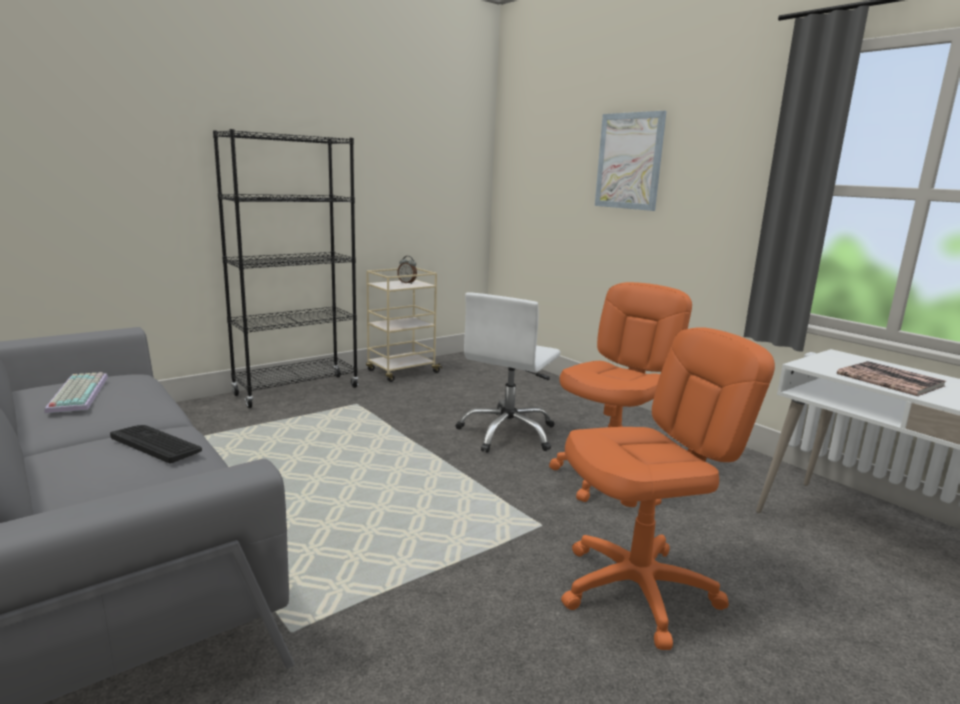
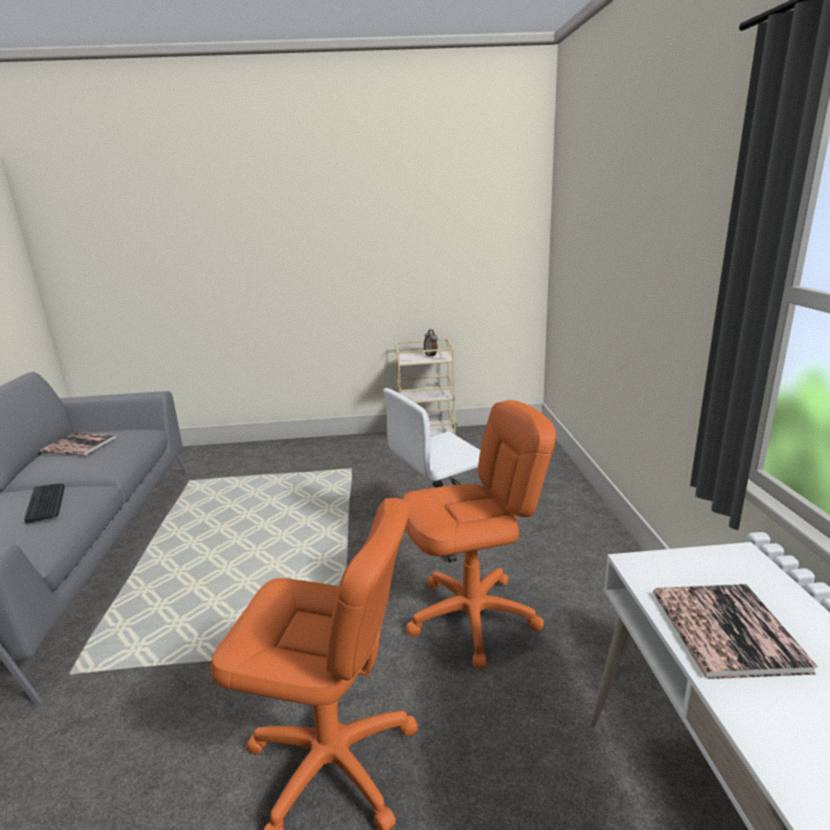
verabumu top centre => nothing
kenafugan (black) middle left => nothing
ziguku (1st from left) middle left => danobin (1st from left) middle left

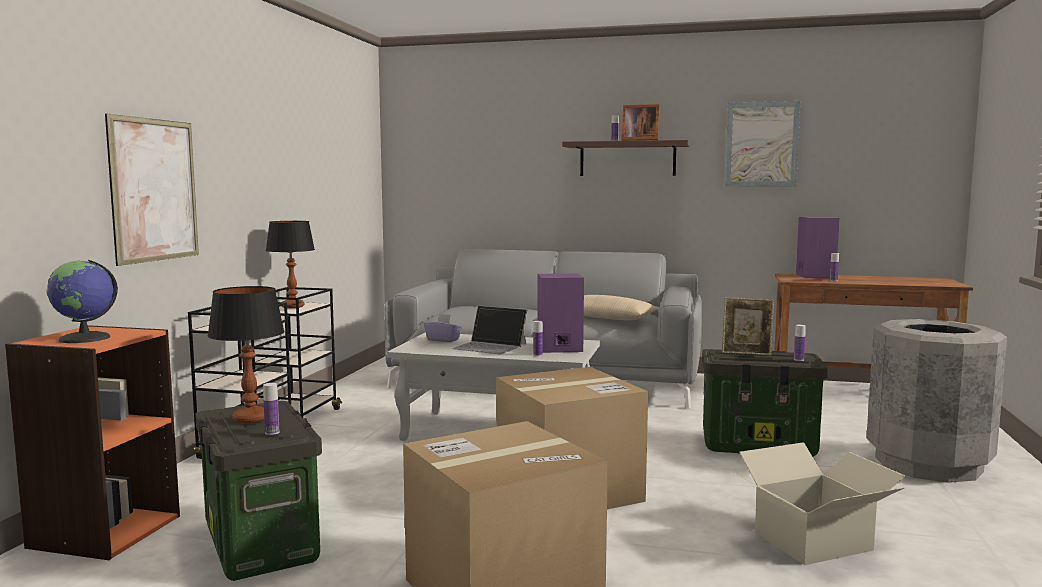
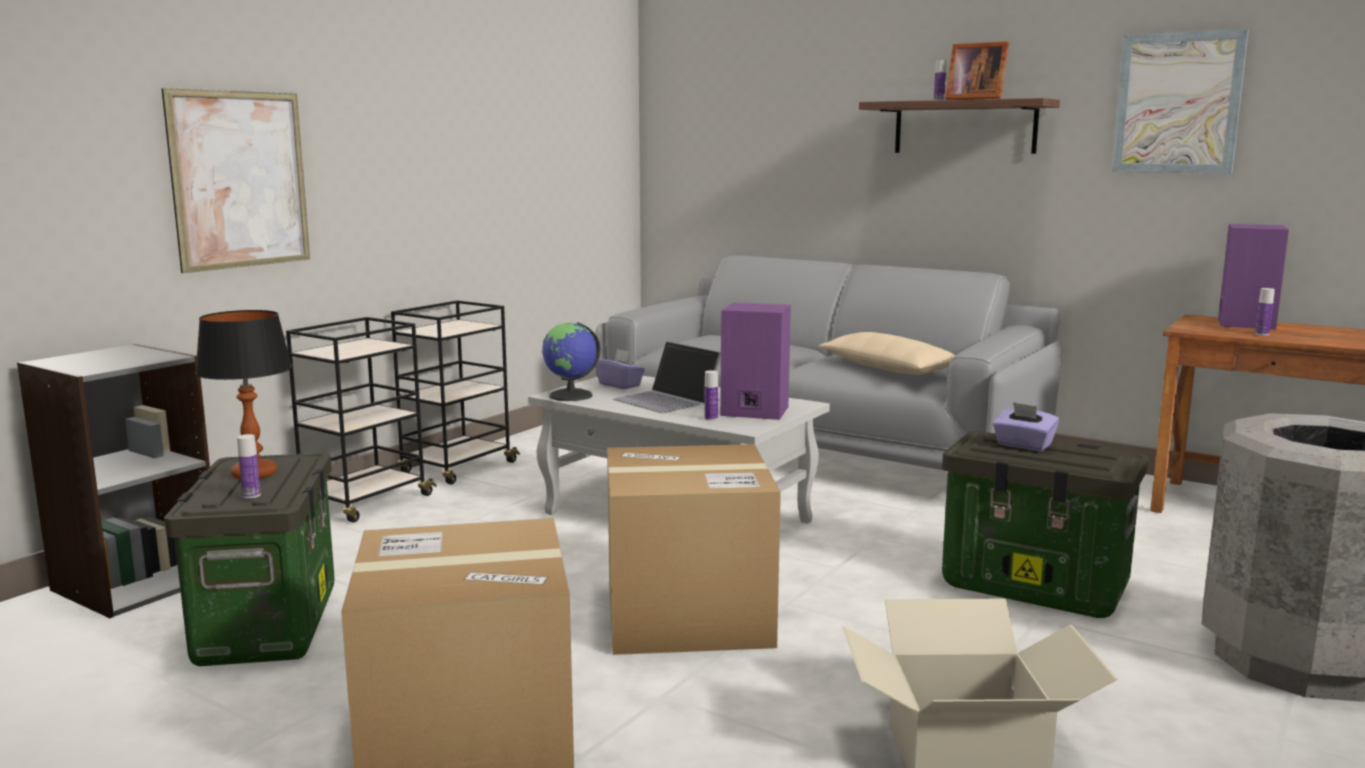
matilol (2nd from left) middle left => nothing
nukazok middle left => nukazok centre, moved
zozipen (2nd from left) middle right => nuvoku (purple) (2nd from left) middle right
kenafugan (orange) bottom left => kenafugan (grey) middle left
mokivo (4th from left) middle right => nothing

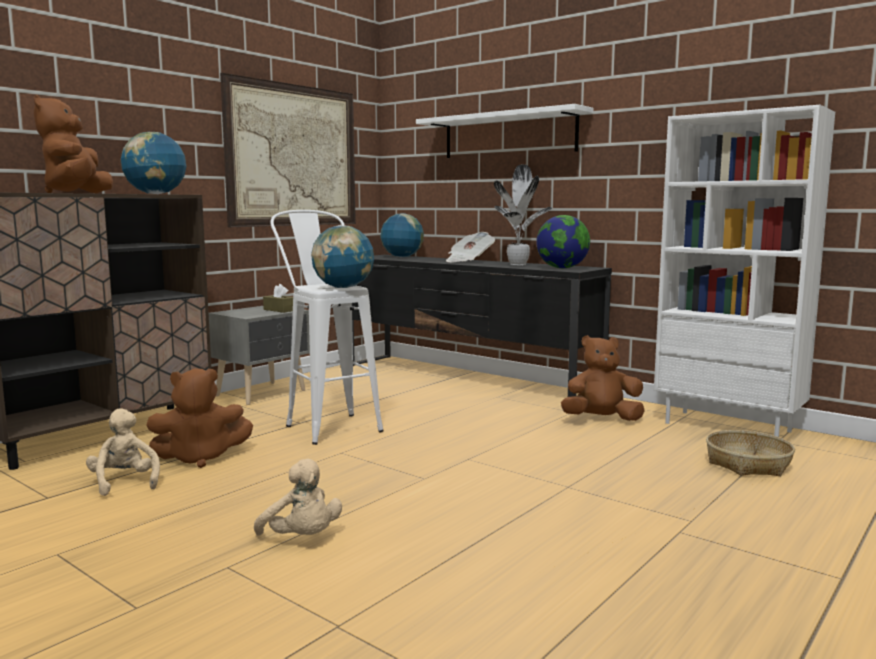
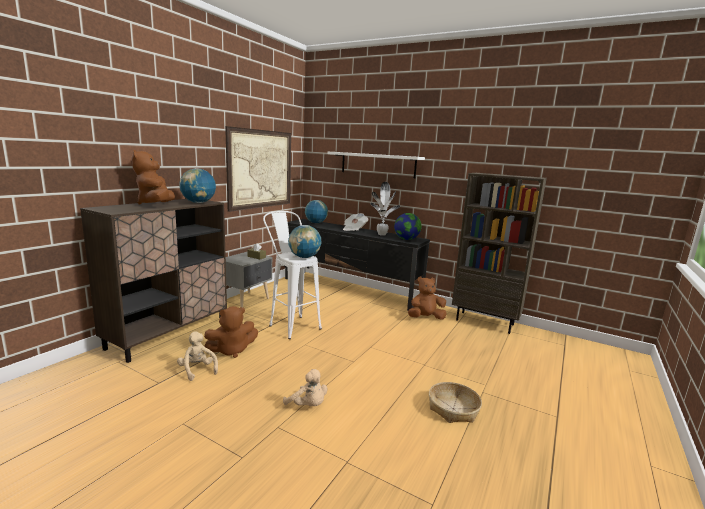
kenafugan (white) middle right => kenafugan (brown) middle right
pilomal bottom right => pilomal bottom centre, moved

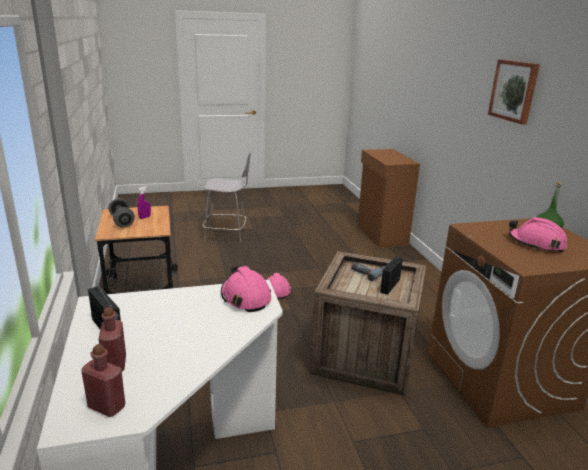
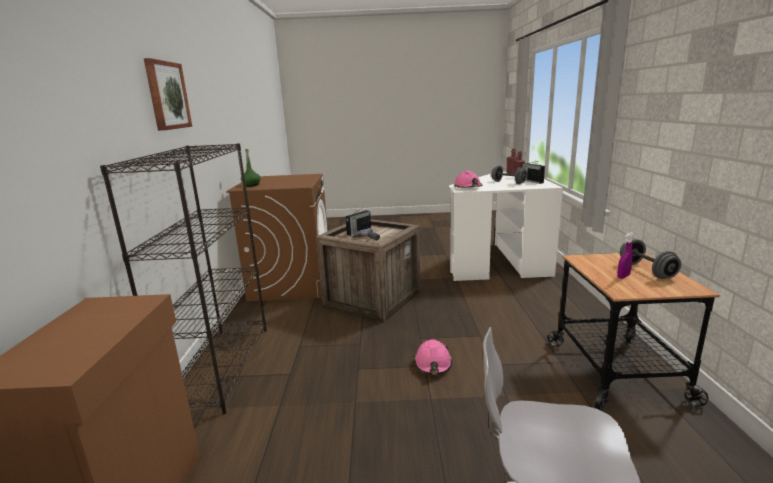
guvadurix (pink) (3rd from left) middle right => nothing
nothing => kenafugan (black) middle left
nothing => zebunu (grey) (1st from left) centre

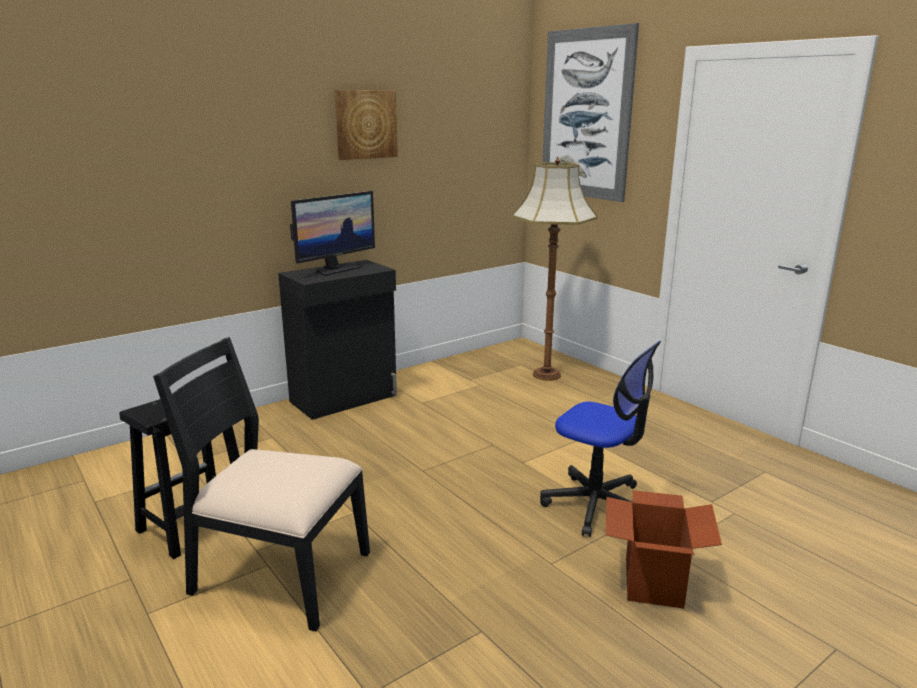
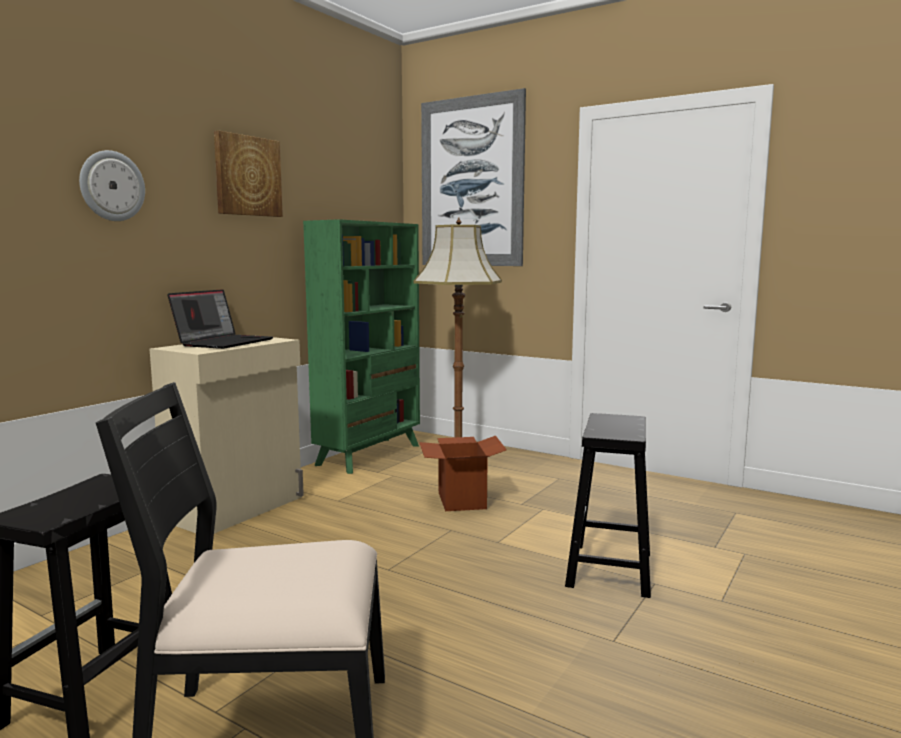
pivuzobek centre => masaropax middle left
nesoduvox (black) centre => nesoduvox (beige) middle left
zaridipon centre => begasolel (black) (2nd from left) bottom right
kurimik bottom right => kurimik centre, moved
nothing => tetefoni top left
nothing => kenafugan (green) centre

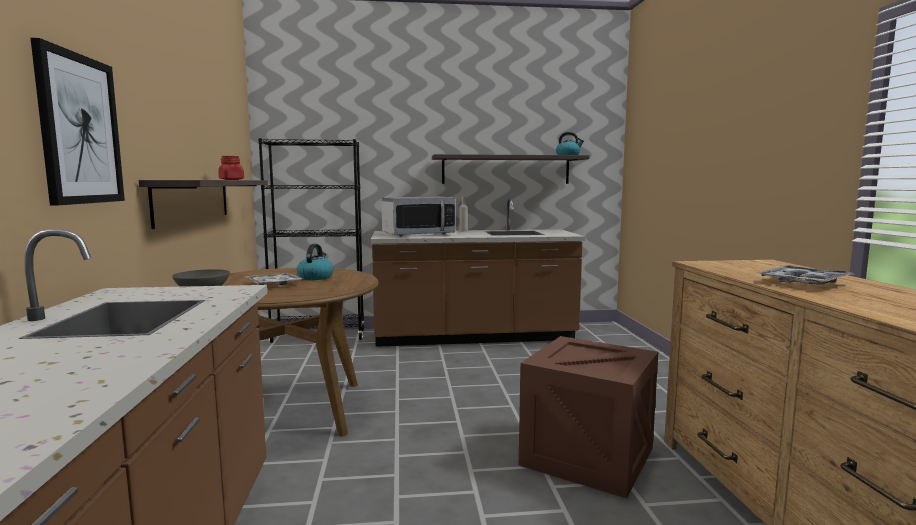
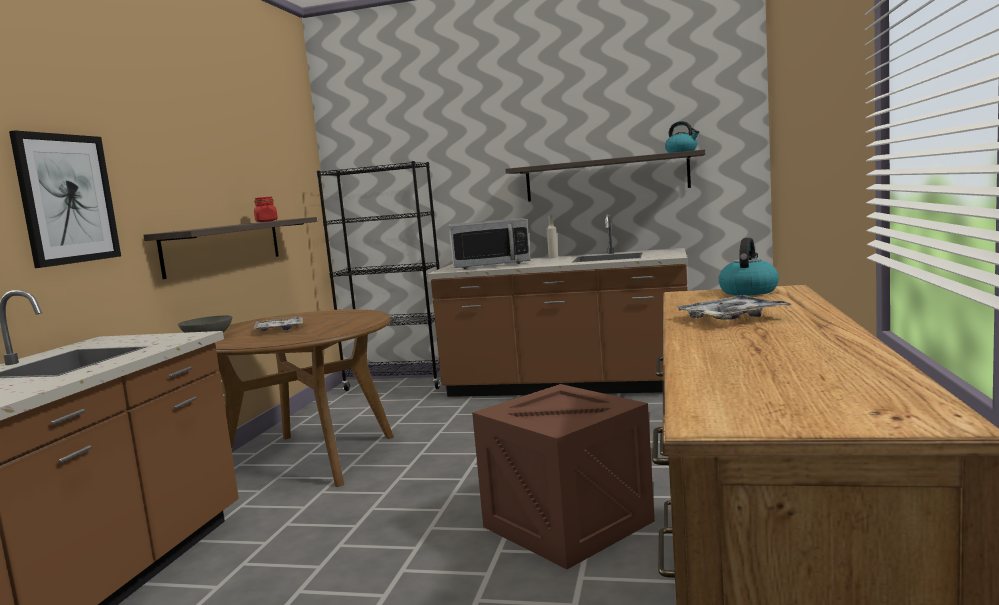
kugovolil (1st from left in the first image) centre => kugovolil (2nd from left) middle right, moved

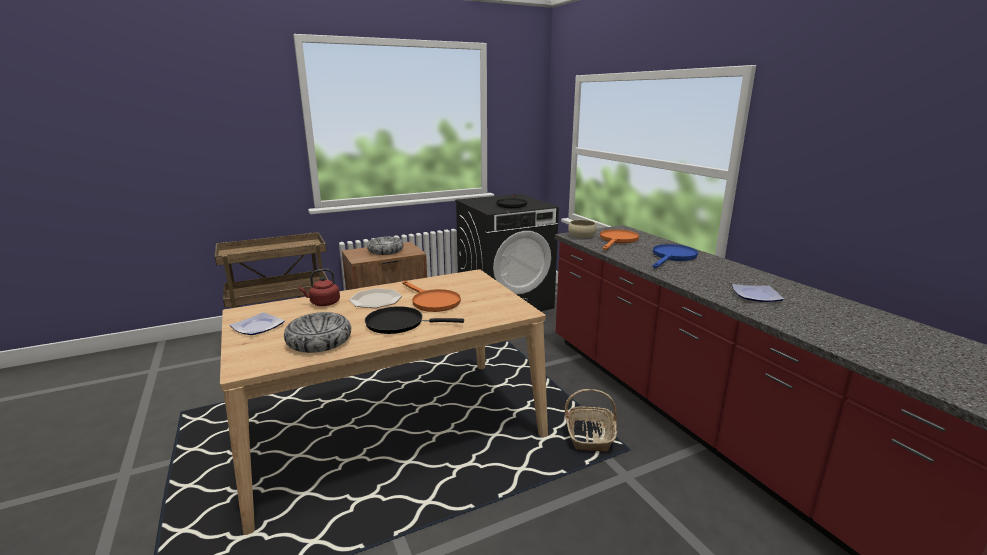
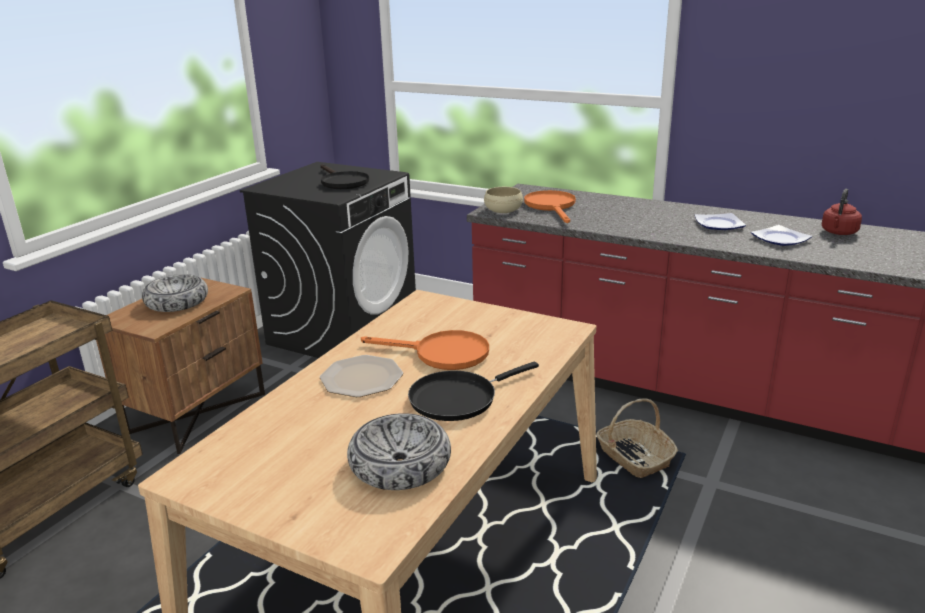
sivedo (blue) middle right => nothing
kugovolil (red) middle left => kugovolil (red) middle right, moved
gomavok (1st from left in the first image) middle left => gomavok (2nd from left) middle right, moved

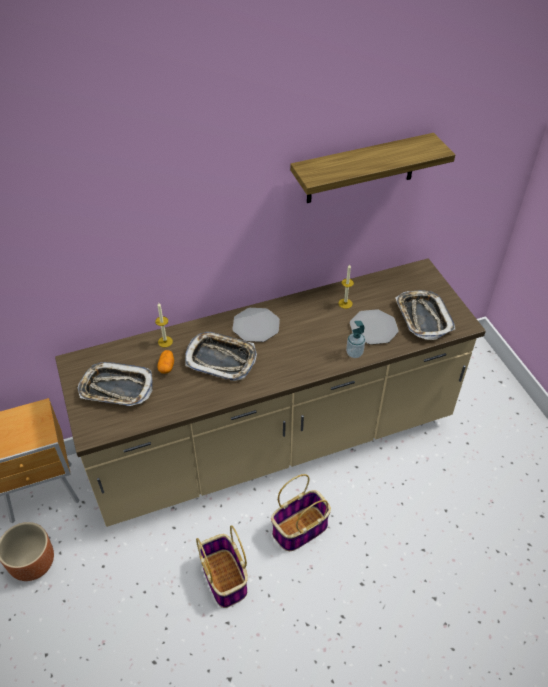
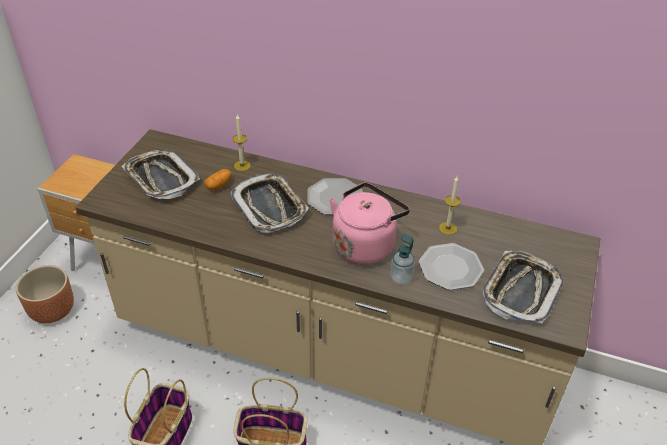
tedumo top right => nothing
nothing => kugovolil (pink) centre

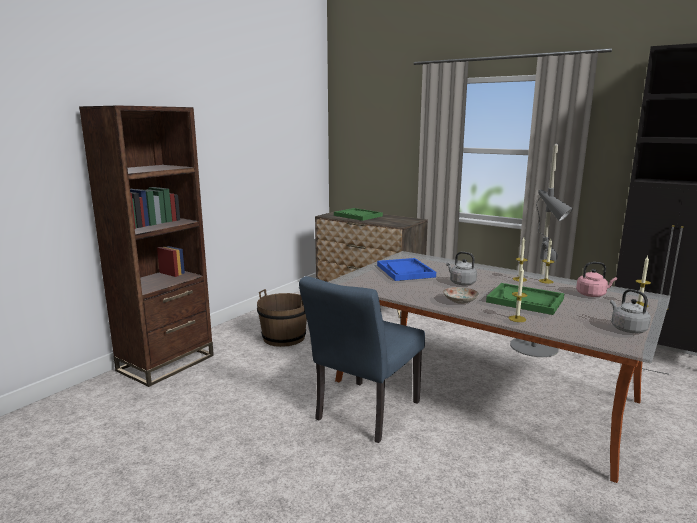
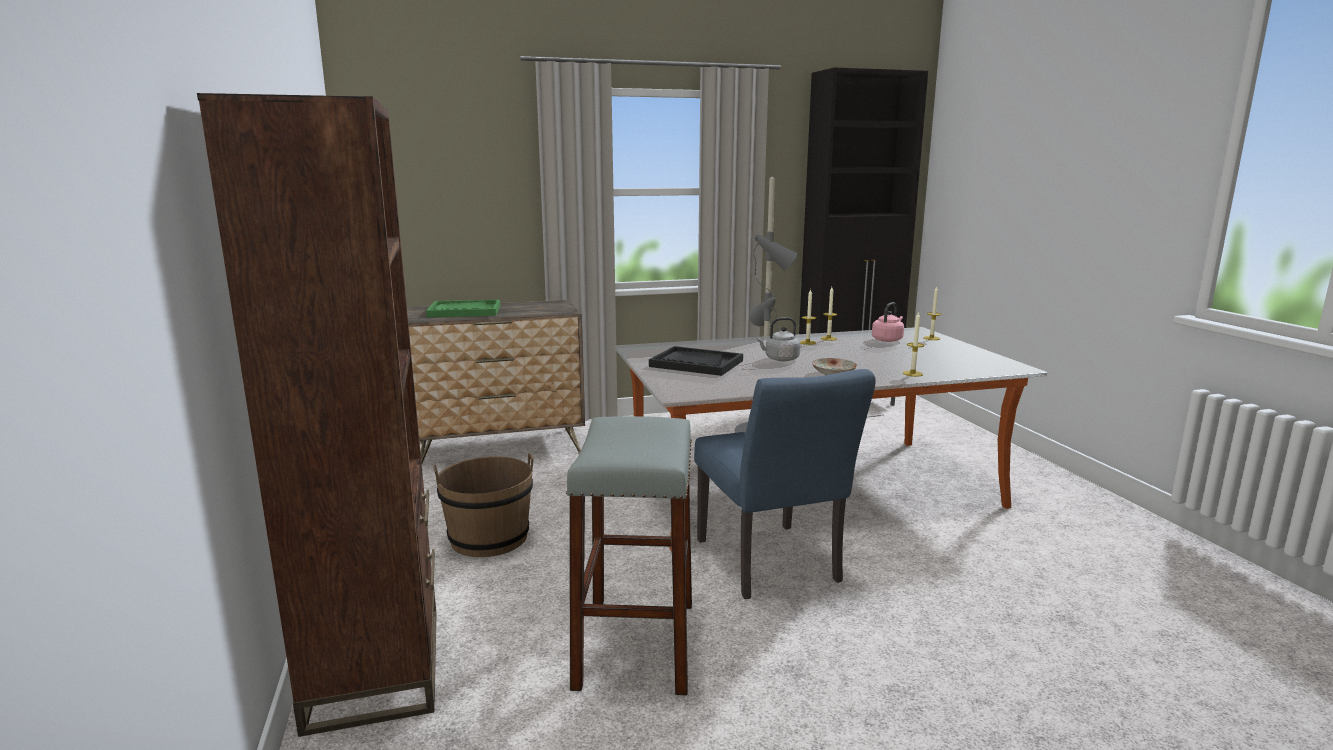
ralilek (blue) centre => ralilek (black) centre
ralilek (green) (2nd from left) middle right => nothing
kugovolil (grey) (2nd from left) middle right => nothing
nothing => begasolel (grey) bottom centre

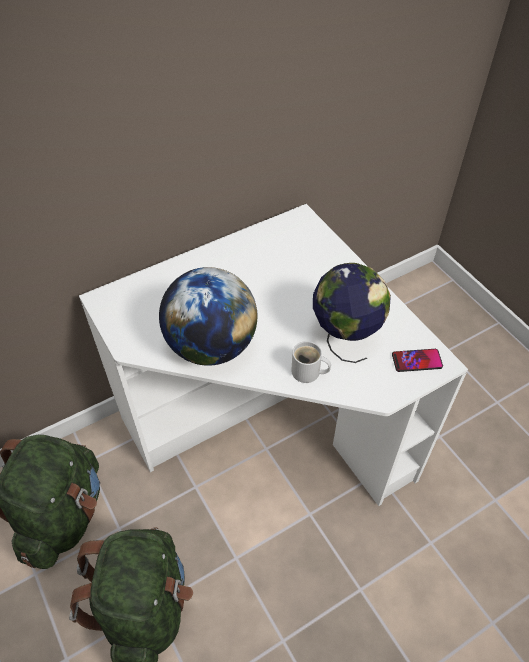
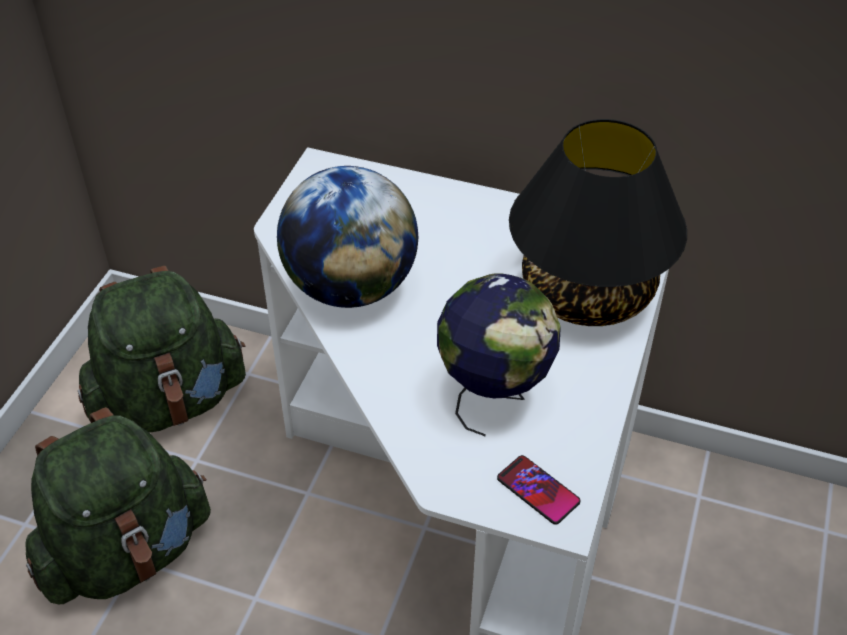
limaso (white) centre => nothing
nothing => matilol (black) middle right

